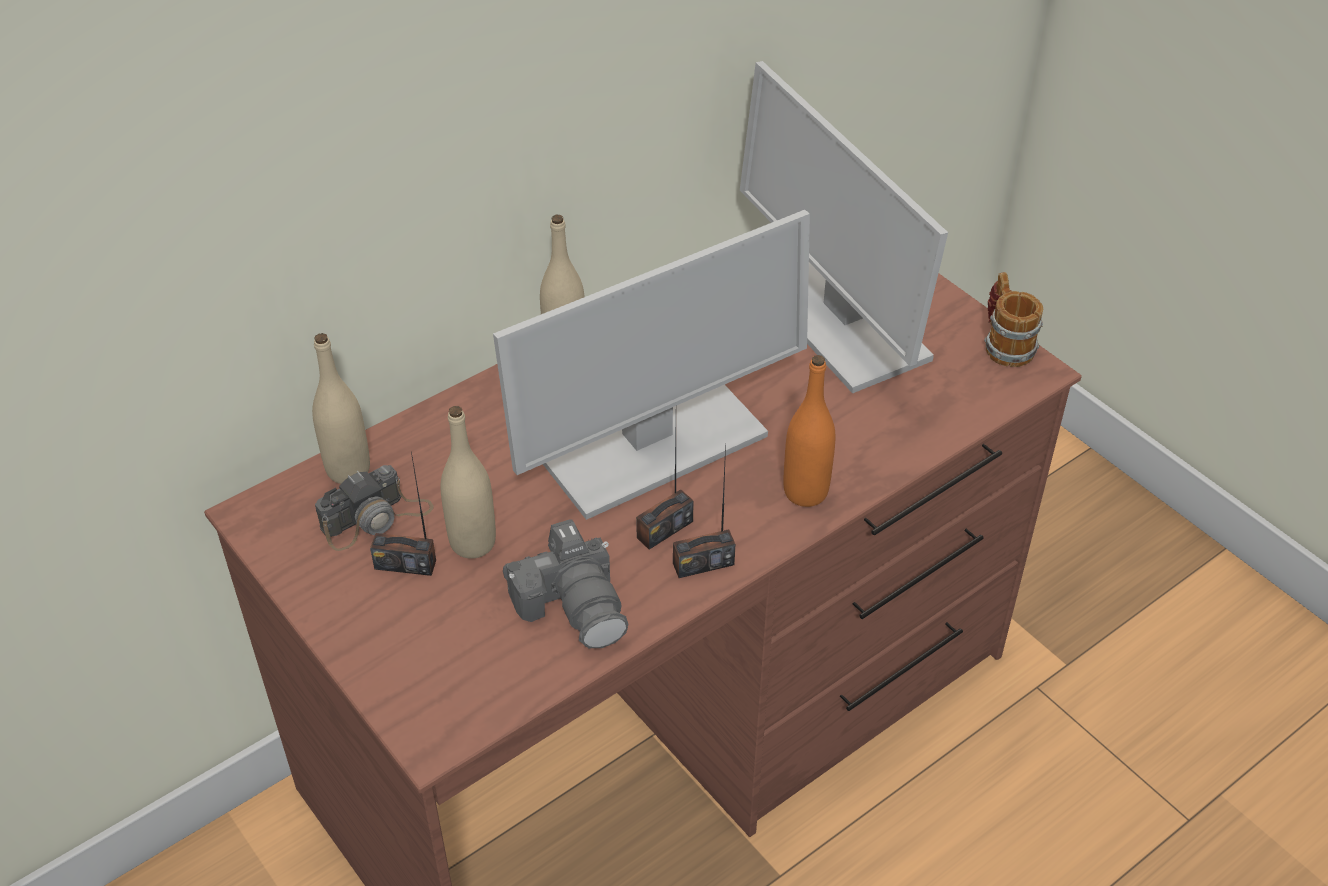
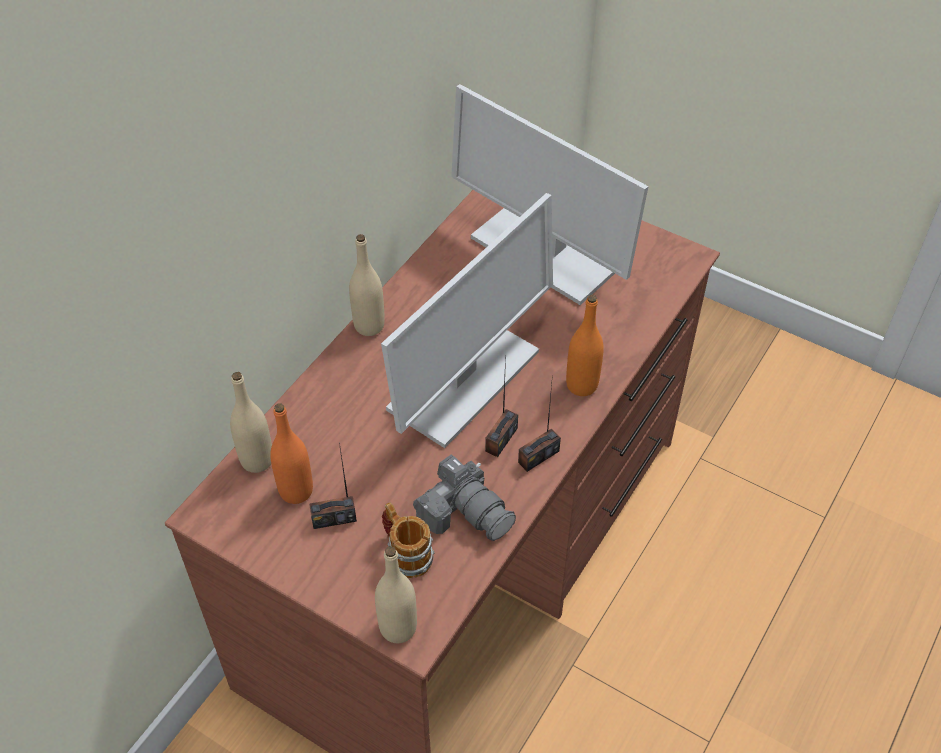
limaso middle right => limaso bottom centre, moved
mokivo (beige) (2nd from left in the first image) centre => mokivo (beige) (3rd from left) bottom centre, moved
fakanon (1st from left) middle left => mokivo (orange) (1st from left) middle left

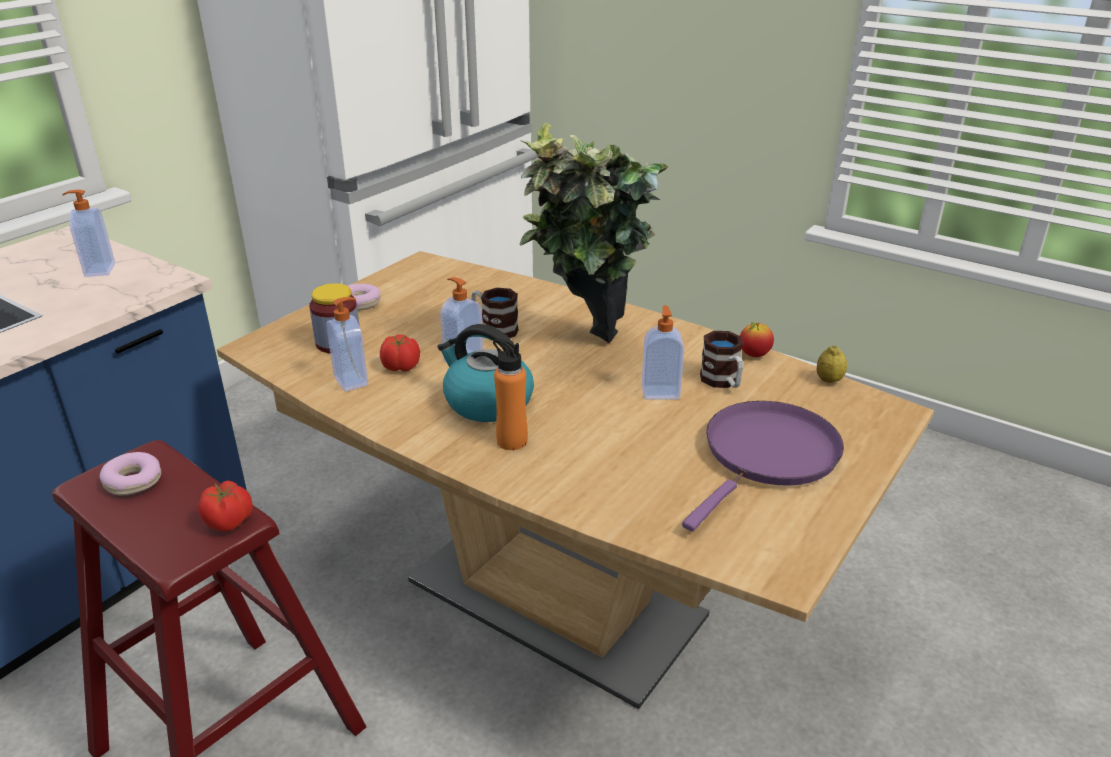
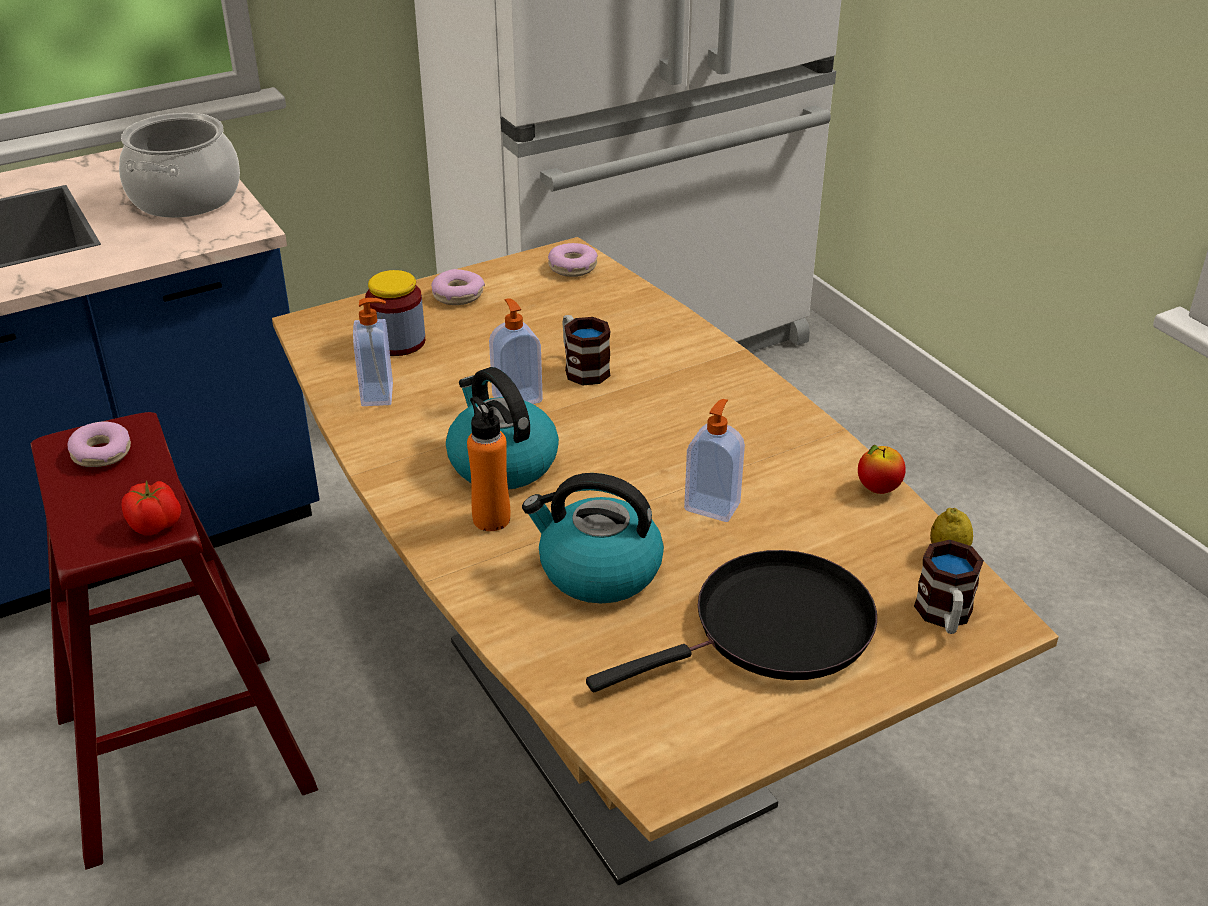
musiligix top centre => nothing
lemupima (1st from left) top left => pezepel top left
limaso (2nd from left) centre => limaso (2nd from left) middle right, moved
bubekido (2nd from left) centre => nothing
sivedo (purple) middle right => sivedo (black) bottom centre
nothing => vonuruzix (3rd from left) top centre
nothing => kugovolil (2nd from left) centre

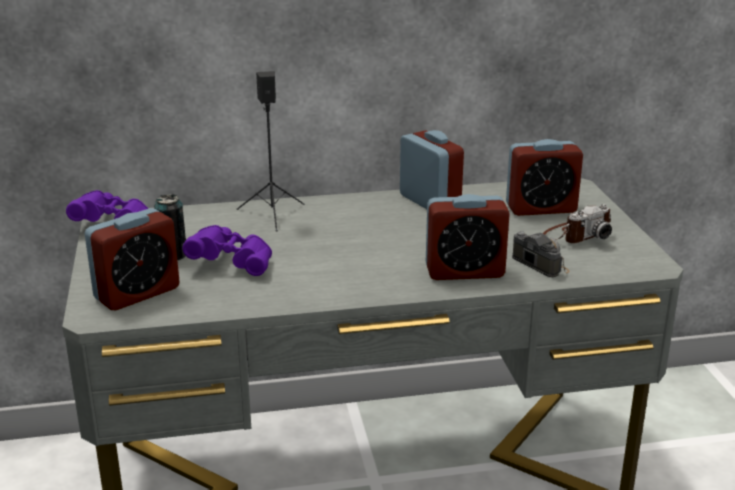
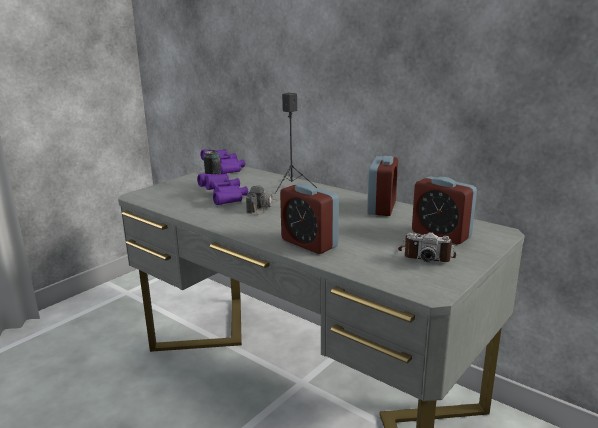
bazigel (1st from left) middle left => nothing
fakanon (1st from left) middle right => fakanon (1st from left) centre, moved

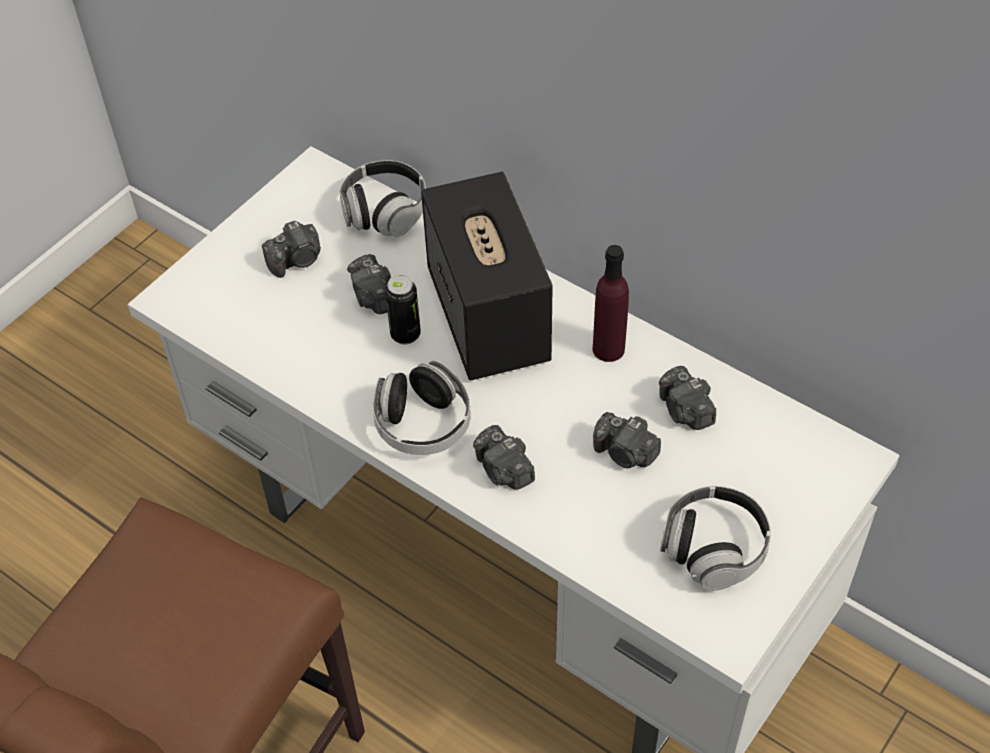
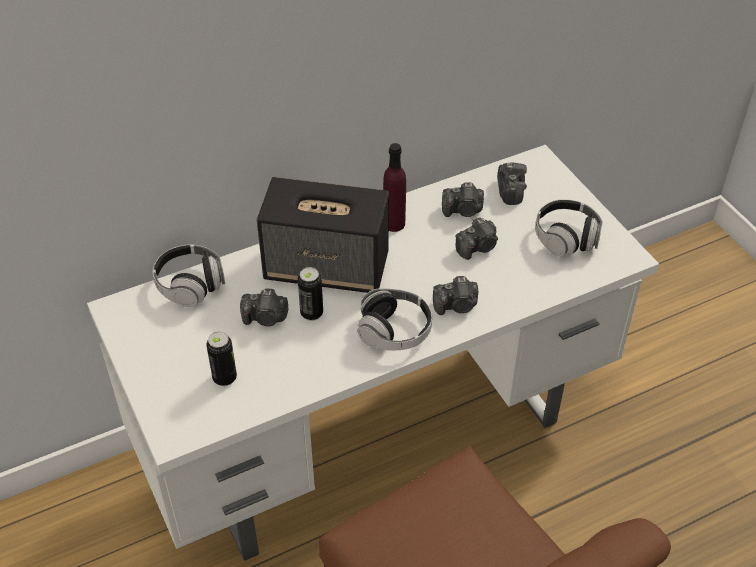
fakanon (1st from left in the first image) top left => fakanon (5th from left) top right, moved
nothing => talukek (1st from left) middle left

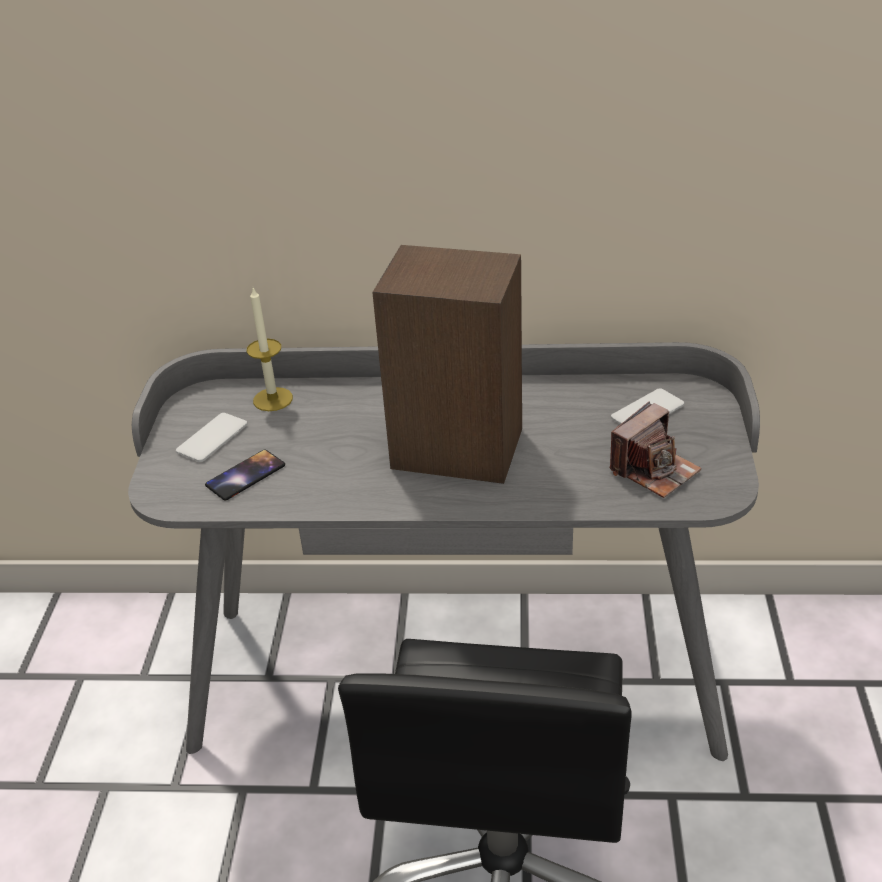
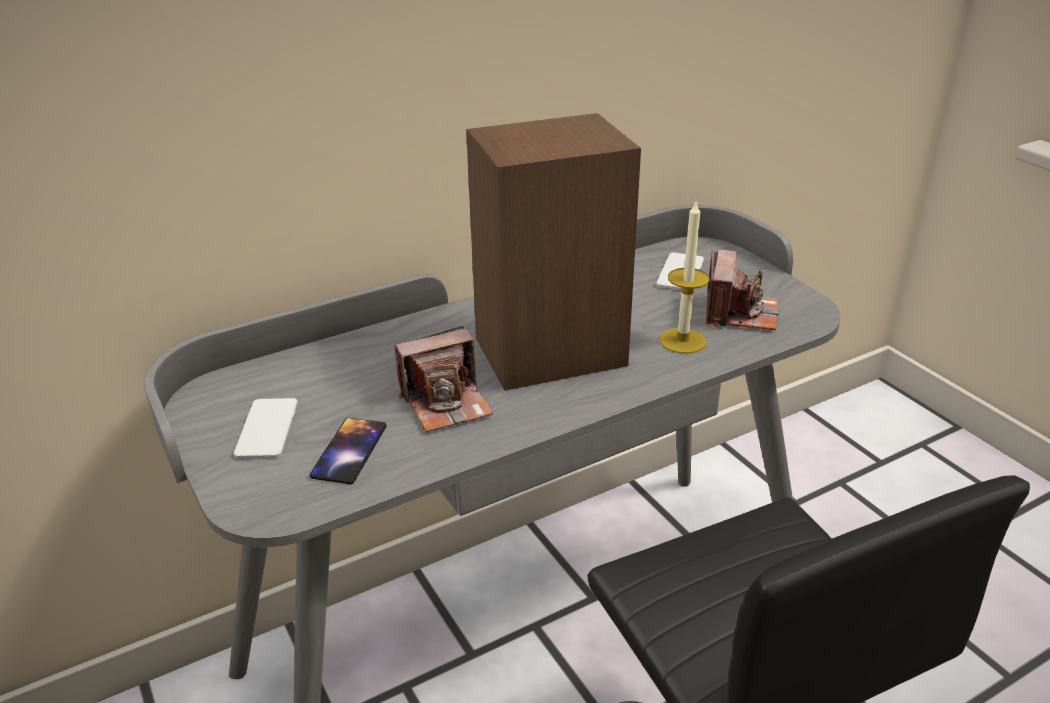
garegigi middle left => garegigi centre, moved
nothing => fakanon (1st from left) centre

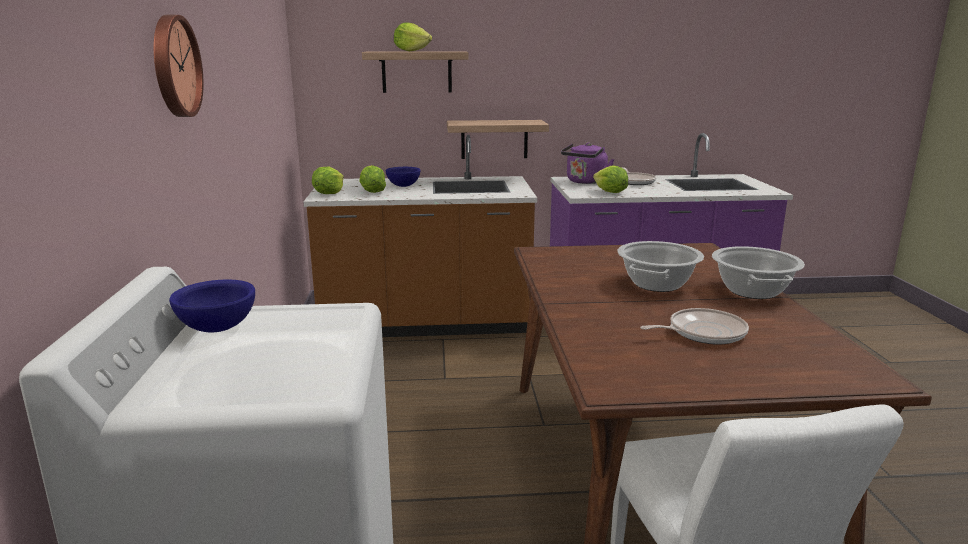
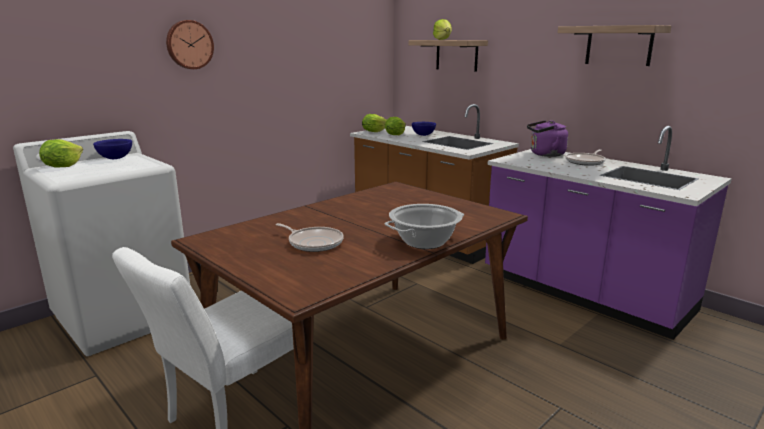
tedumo (2nd from left) top centre => tedumo (2nd from left) top right, moved
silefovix (4th from left in the first image) top centre => silefovix (1st from left) middle left, moved
pezepel (1st from left) middle right => nothing

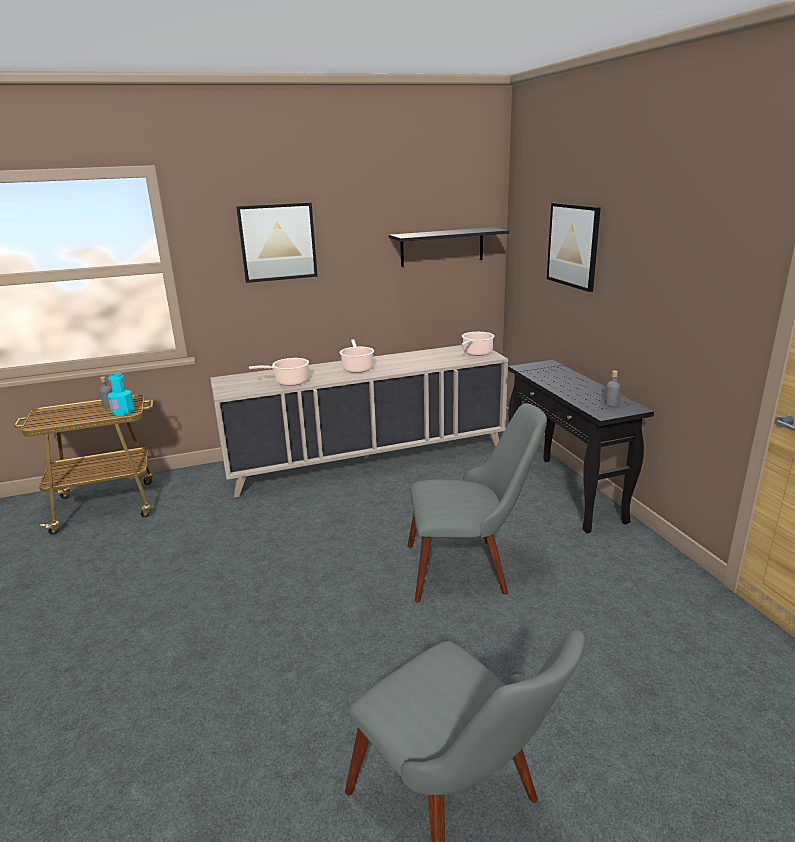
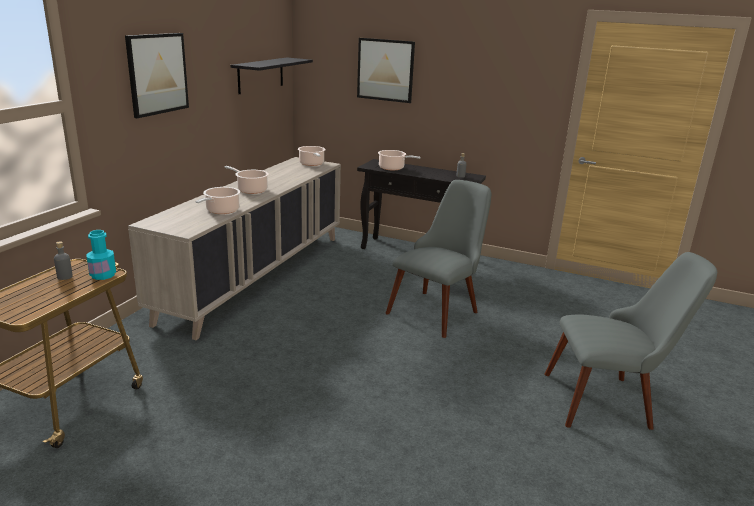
nothing => pezepel (4th from left) top centre

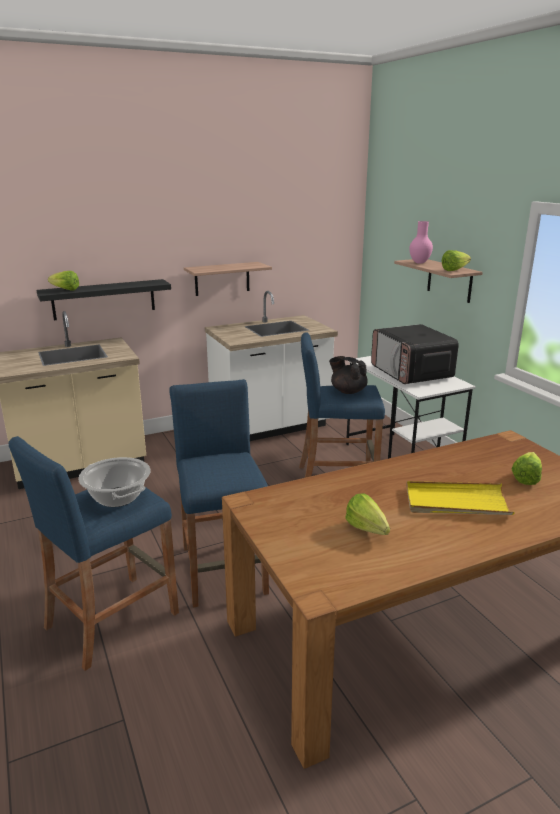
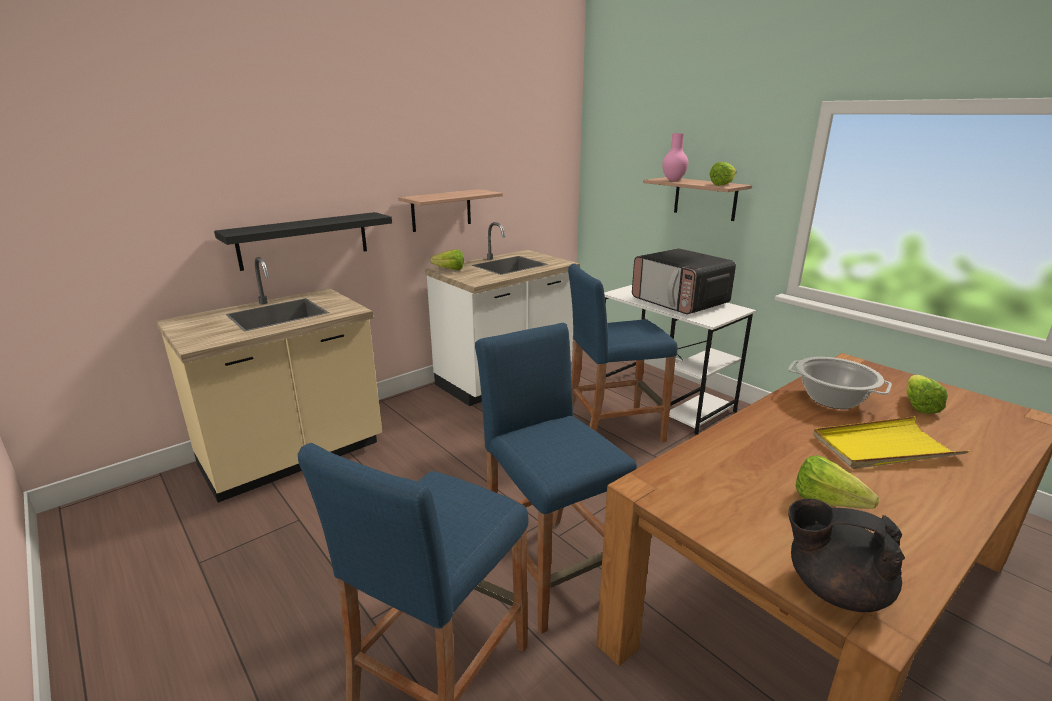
silefovix (1st from left) middle left => silefovix (1st from left) centre, moved
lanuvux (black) centre => lanuvux (black) bottom right, moved
pezepel middle left => pezepel middle right, moved

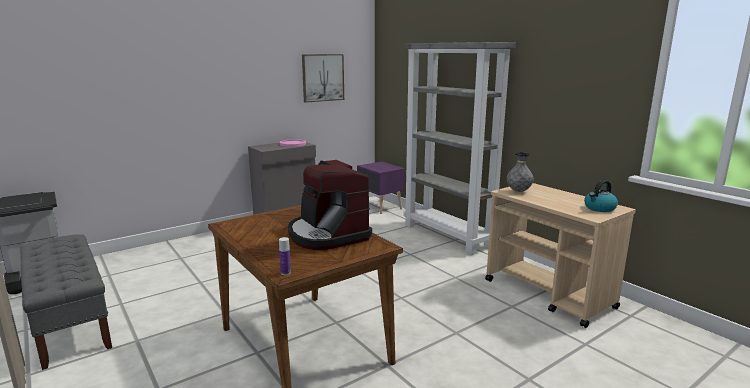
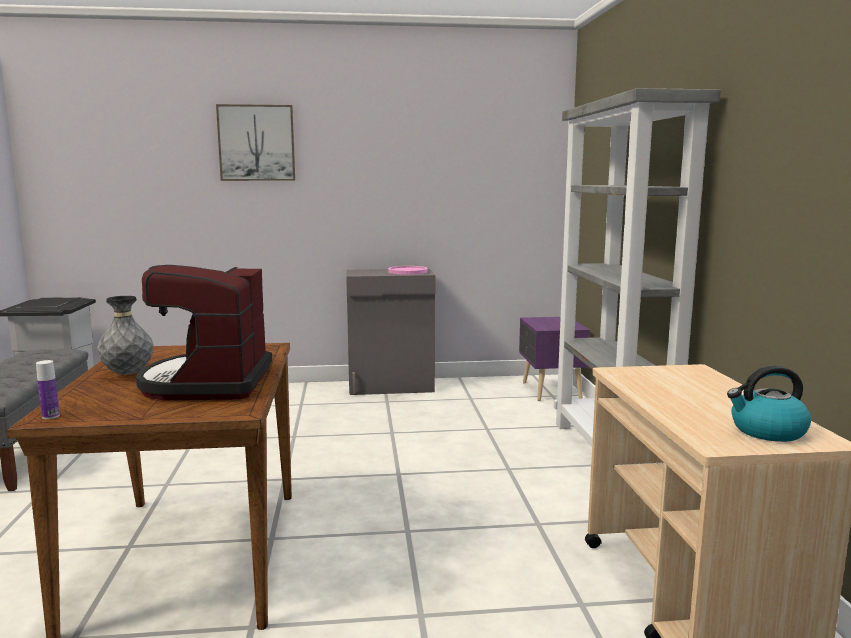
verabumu top centre => verabumu top left, moved
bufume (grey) middle right => bufume (grey) middle left, moved

